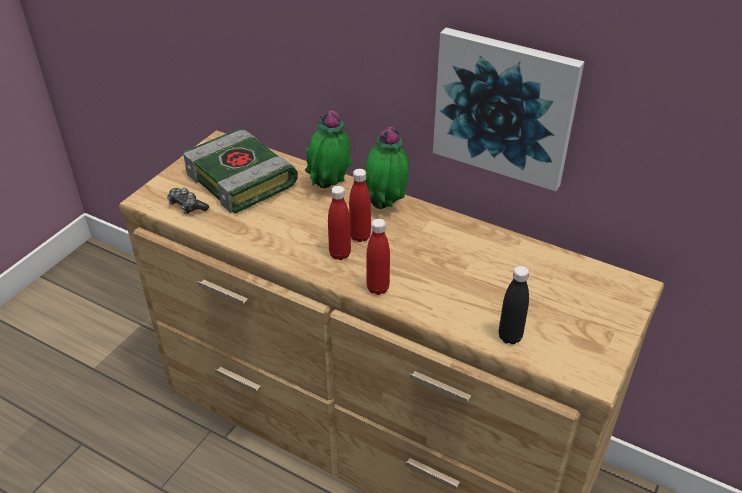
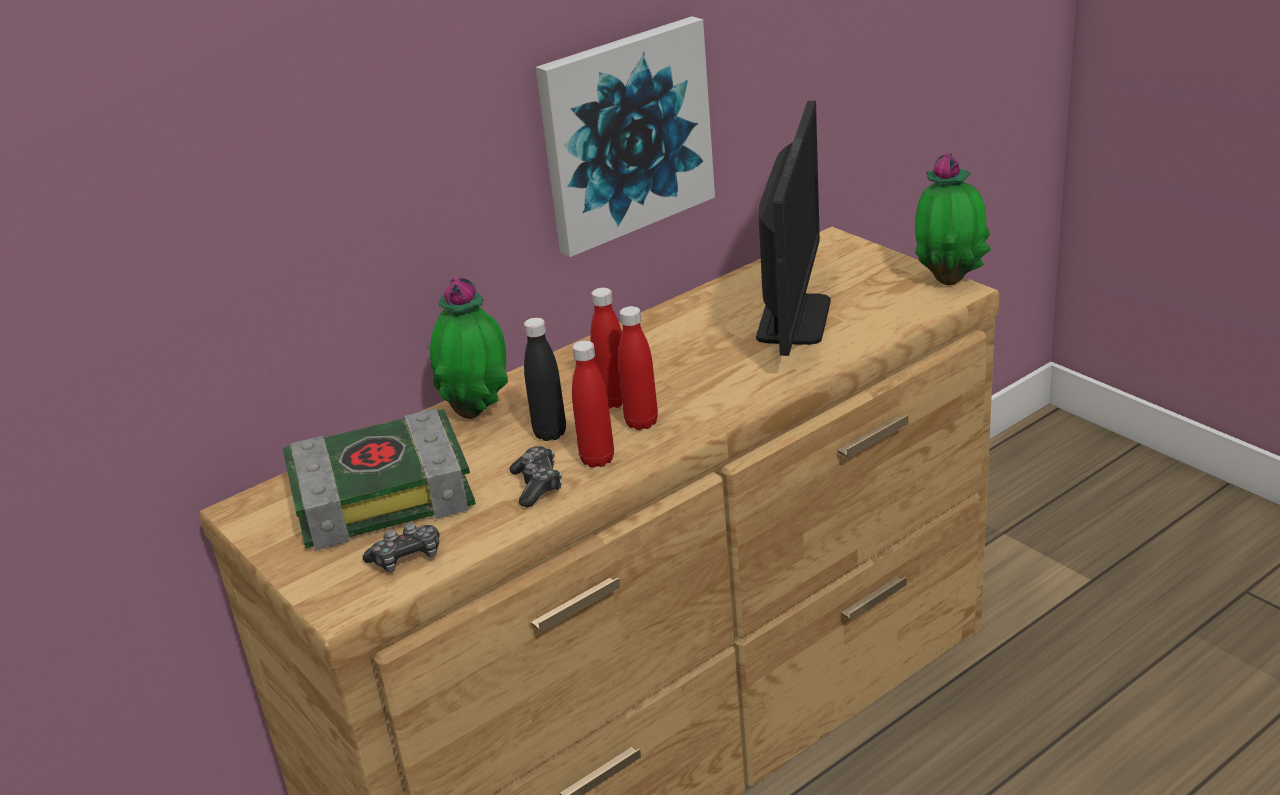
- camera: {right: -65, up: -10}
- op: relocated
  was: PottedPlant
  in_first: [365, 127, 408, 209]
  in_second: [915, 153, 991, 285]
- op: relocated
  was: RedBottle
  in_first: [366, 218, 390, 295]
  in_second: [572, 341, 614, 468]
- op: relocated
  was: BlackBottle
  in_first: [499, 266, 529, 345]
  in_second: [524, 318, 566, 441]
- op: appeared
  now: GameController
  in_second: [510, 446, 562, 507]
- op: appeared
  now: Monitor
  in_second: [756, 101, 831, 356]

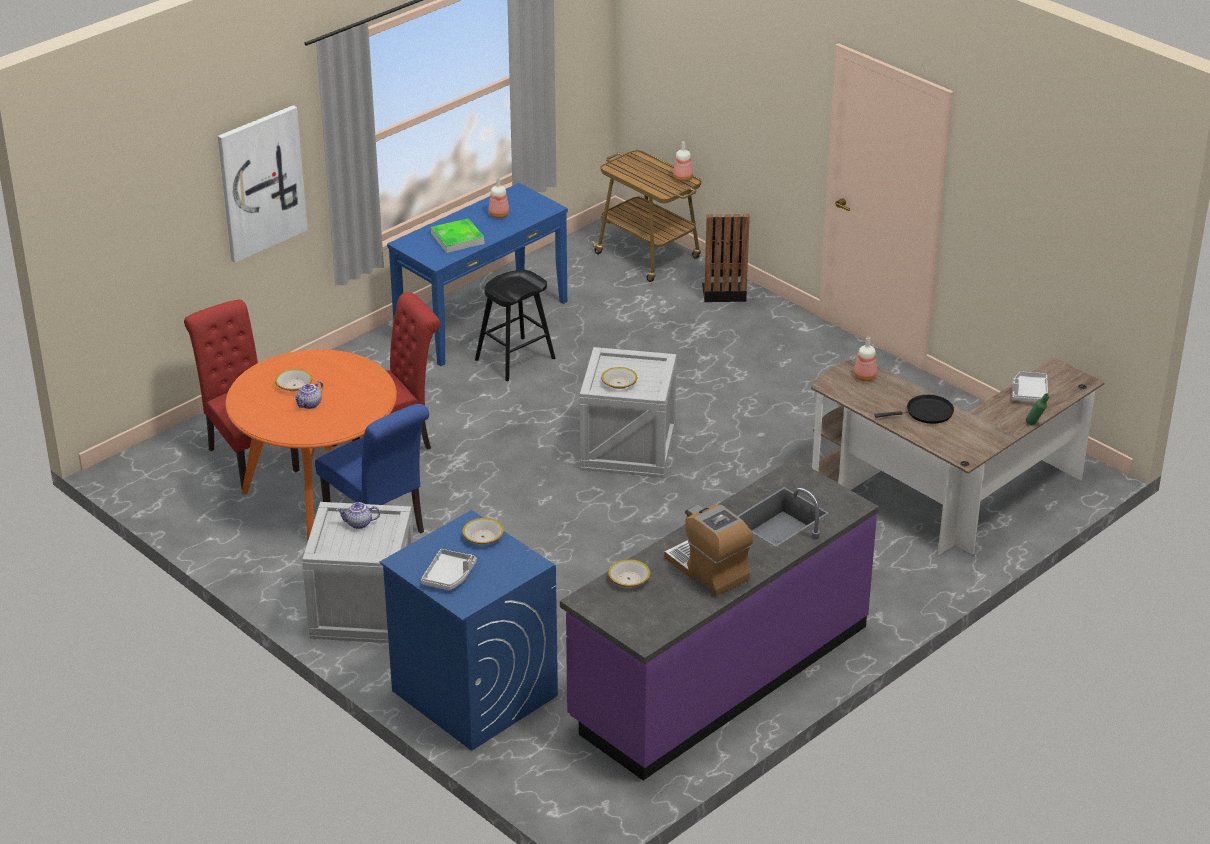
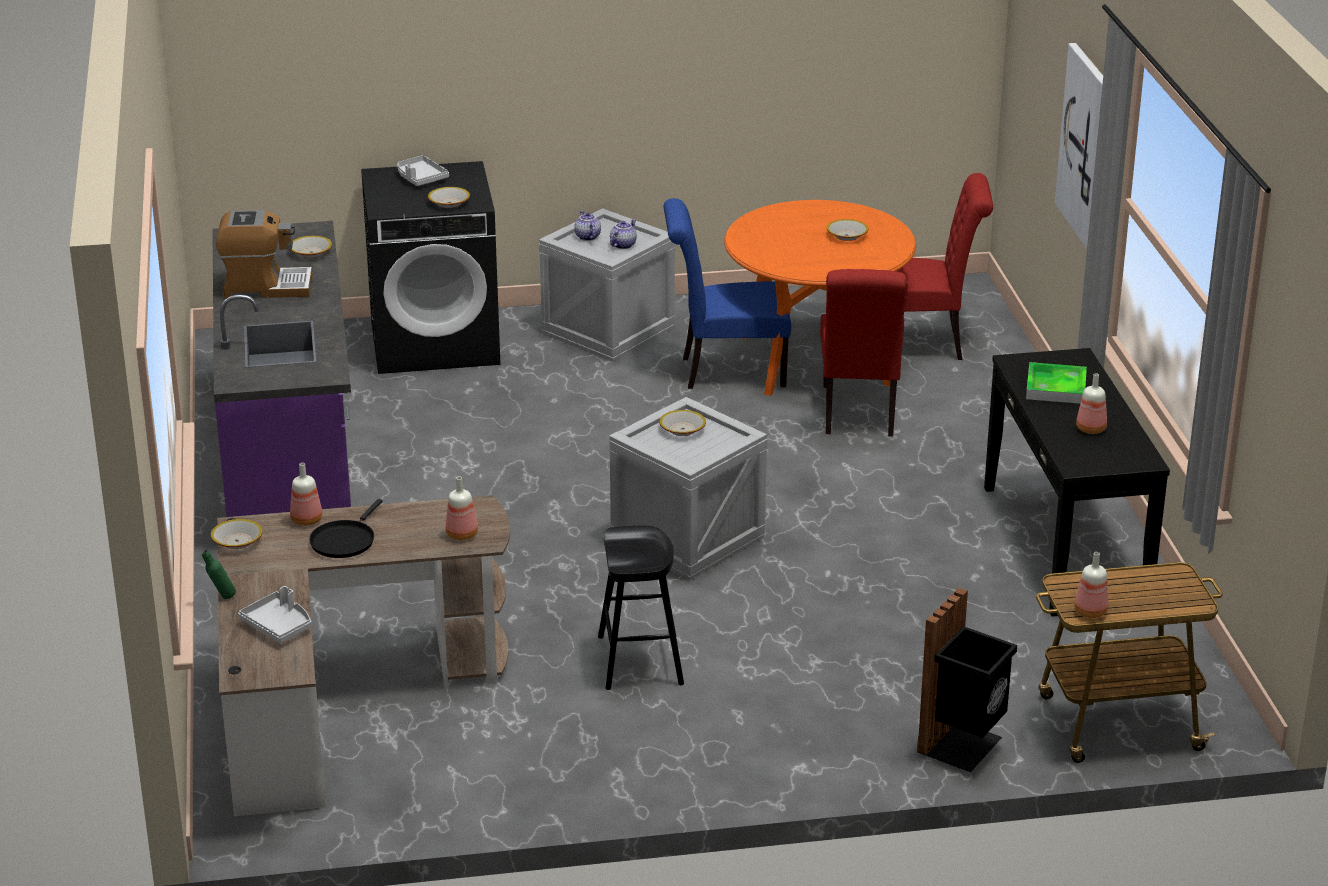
- camera: {right: 125, up: -5}
- op: relocated
  was: Teapot
  in_first: [294, 381, 323, 409]
  in_second: [574, 211, 601, 241]
- op: colour
  was: BlueWashingMachine
  now: BlackWashingMachine
  in_first: [380, 510, 558, 751]
  in_second: [361, 161, 500, 374]
- op: colour
  was: BlueConsoleTable
  now: BlackConsoleTable
  in_first: [387, 183, 568, 366]
  in_second: [984, 348, 1170, 617]
- op: relocated
  was: BlackStool
  in_first: [475, 270, 555, 381]
  in_second: [598, 526, 684, 690]
- op: appeared
  now: Bowl
  in_second: [211, 519, 263, 549]
- op: appeared
  now: Bottle
  in_second: [290, 463, 322, 526]

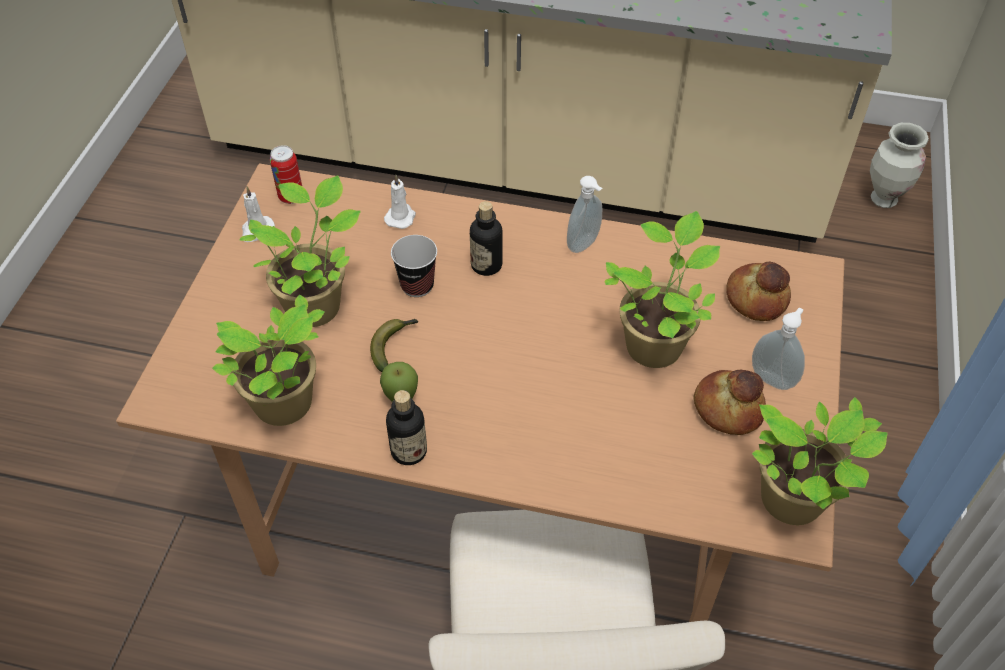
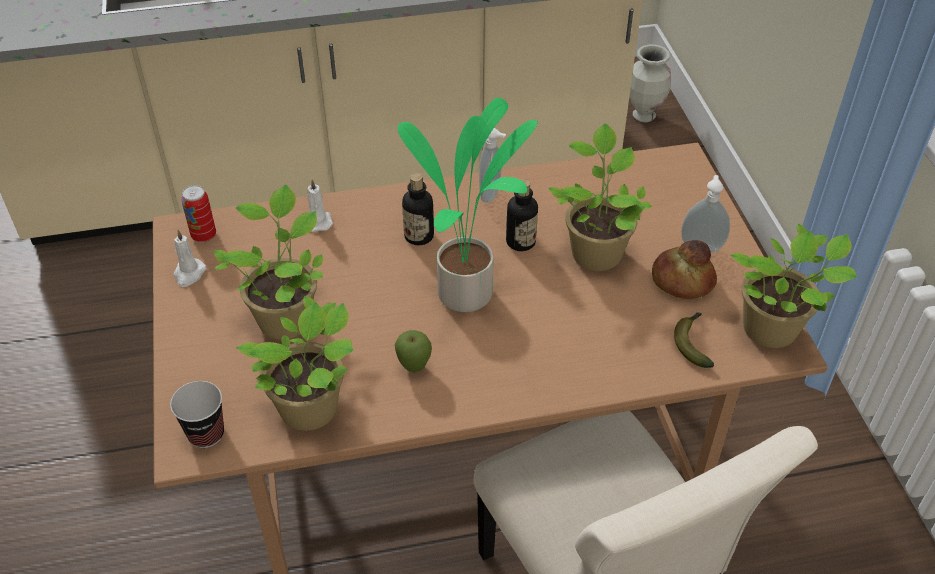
- camera: {right: -25, up: -5}
- op: relocated
  was: Banana
  in_first: [370, 319, 418, 372]
  in_second: [674, 312, 714, 368]
- op: relocated
  was: Bottle
  in_first: [386, 390, 427, 465]
  in_second: [506, 179, 538, 251]
- op: relocated
  was: Cup
  in_first: [391, 235, 437, 297]
  in_second: [170, 381, 224, 448]
- op: missing
  was: Bread
  in_first: [726, 262, 791, 321]
- op: appeared
  now: PottedPlant
  in_second: [398, 98, 538, 312]

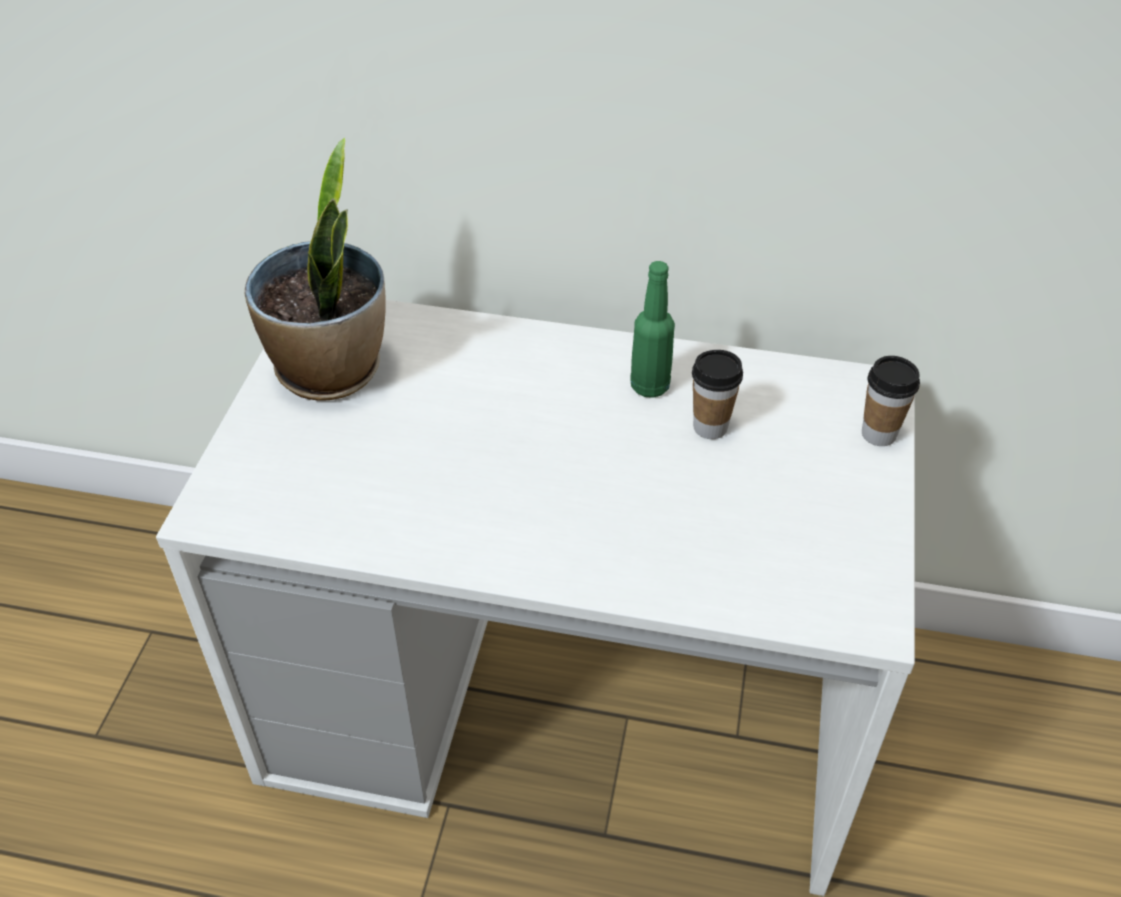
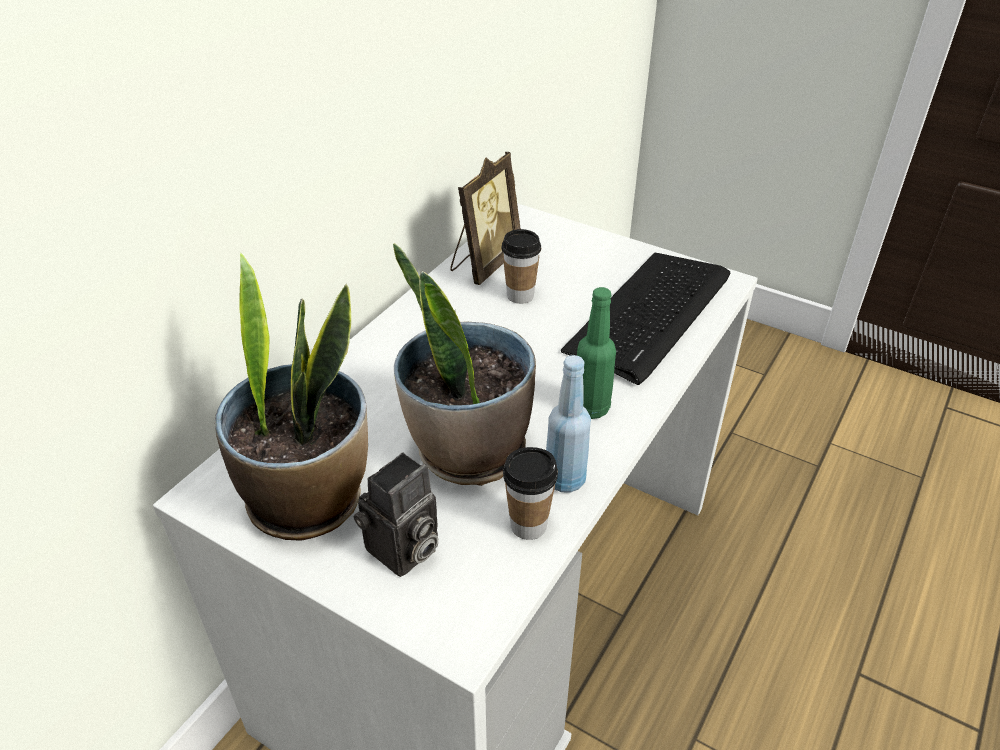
- camera: {right: -70, up: -5}
- op: relocated
  was: GreenBottle
  in_first: [630, 261, 675, 398]
  in_second: [577, 287, 616, 419]
- op: relocated
  was: Cup
  in_first: [862, 356, 920, 446]
  in_second: [503, 447, 558, 540]
- op: appeared
  now: PhotoCamera
  in_second: [353, 453, 438, 577]
- op: appeared
  now: PottedPlant
  in_second: [393, 243, 536, 486]
- op: appeared
  now: PictureFrame
  in_second: [450, 152, 521, 285]
- op: appeared
  now: BlueBottle
  in_second: [546, 355, 591, 493]
- op: appeared
  now: Keyboard
  in_second: [561, 253, 730, 385]

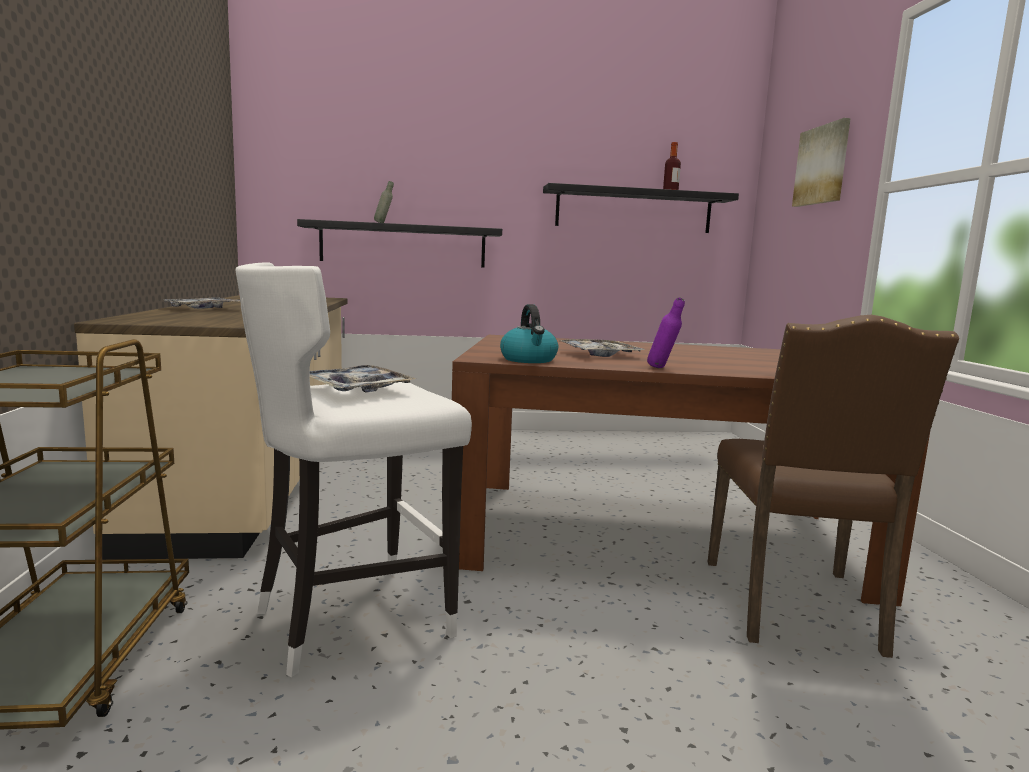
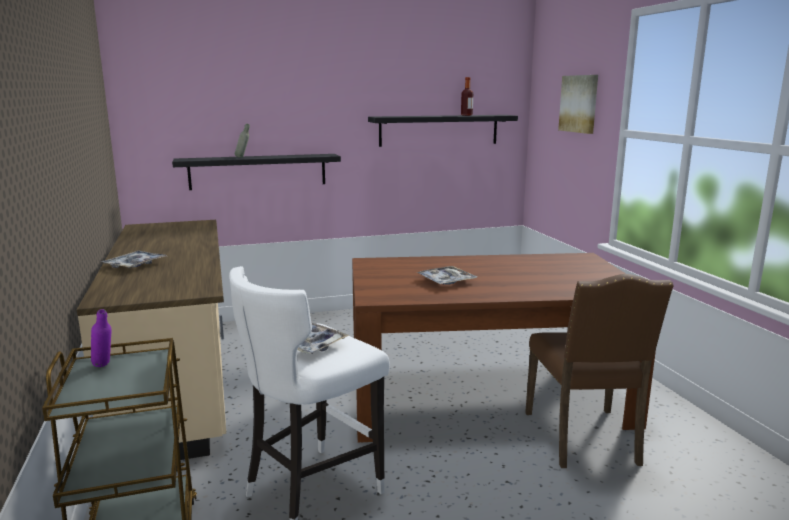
- camera: {right: -10, up: 5}
- op: missing
  was: Kettle
  in_first: [500, 304, 558, 363]
- op: relocated
  was: PurpleBottle
  in_first: [647, 298, 685, 368]
  in_second: [91, 309, 111, 367]

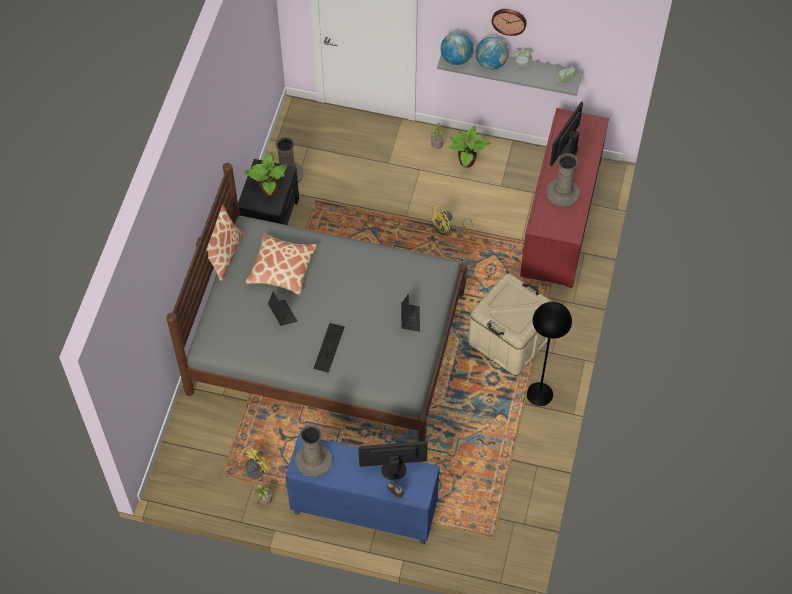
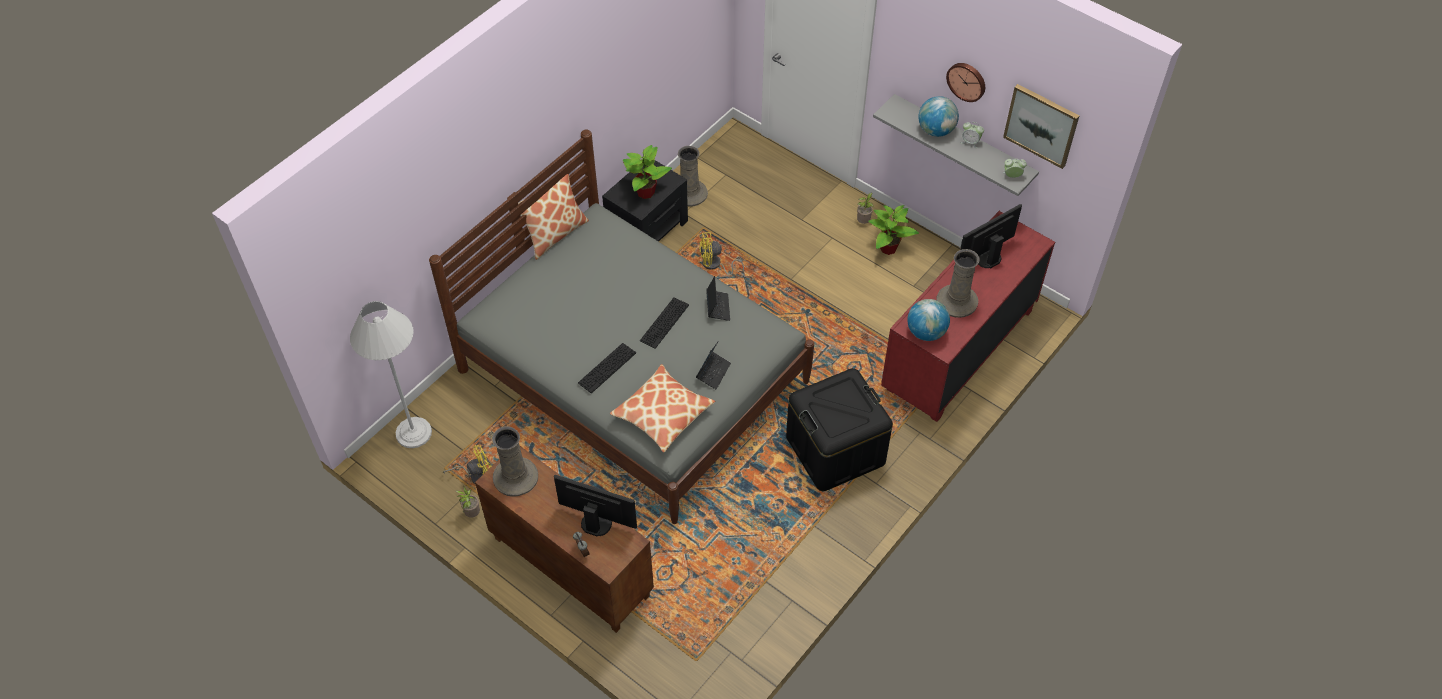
- camera: {right: 25, up: -5}
- op: relocated
  was: Pillow
  in_first: [245, 233, 317, 295]
  in_second: [610, 364, 715, 453]
- op: relocated
  was: Laptop
  in_first: [268, 292, 297, 326]
  in_second: [706, 276, 730, 321]
- op: colour
  was: BlueCabinet
  now: BrownCabinet
  in_first: [285, 434, 440, 544]
  in_second: [475, 446, 654, 633]
- op: relocated
  was: YellowFan
  in_first: [429, 205, 473, 235]
  in_second: [699, 232, 744, 276]
- op: relocated
  was: Globe
  in_first: [441, 32, 473, 65]
  in_second: [907, 299, 950, 341]
- op: colour
  was: BeigeStorageBox
  now: BlackStorageBox
  in_first: [468, 273, 553, 375]
  in_second: [786, 368, 893, 491]
- op: missing
  was: BlackFloorLamp
  in_first: [527, 302, 572, 406]
- op: appeared
  now: WhiteFloorLamp
  in_second: [350, 301, 432, 448]
- op: appeared
  now: Keyboard
  in_second: [640, 297, 689, 349]
- op: appeared
  now: Picture
  in_second: [1003, 84, 1079, 169]

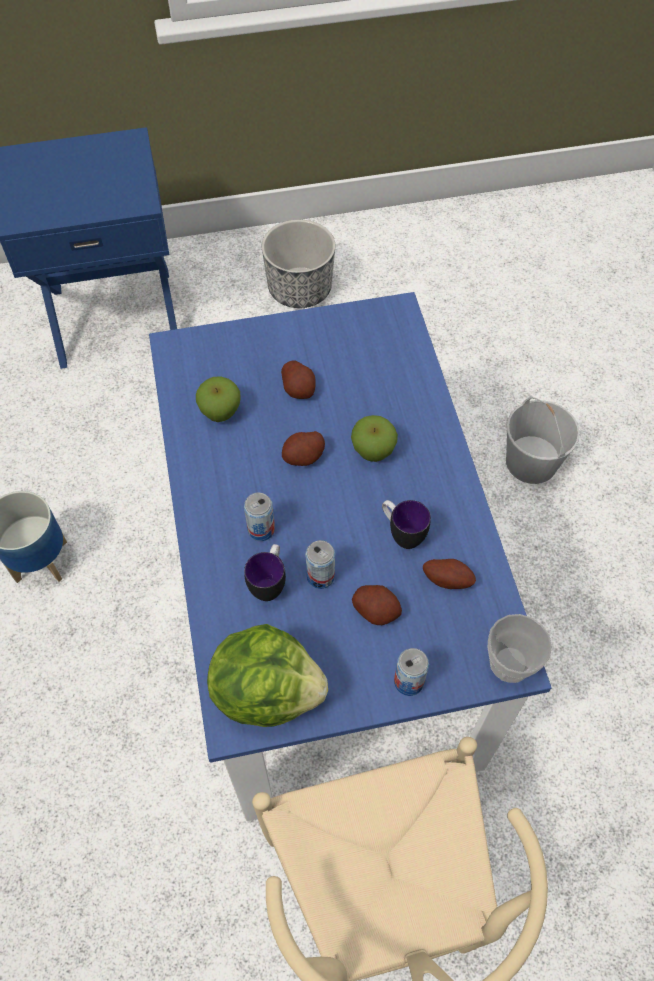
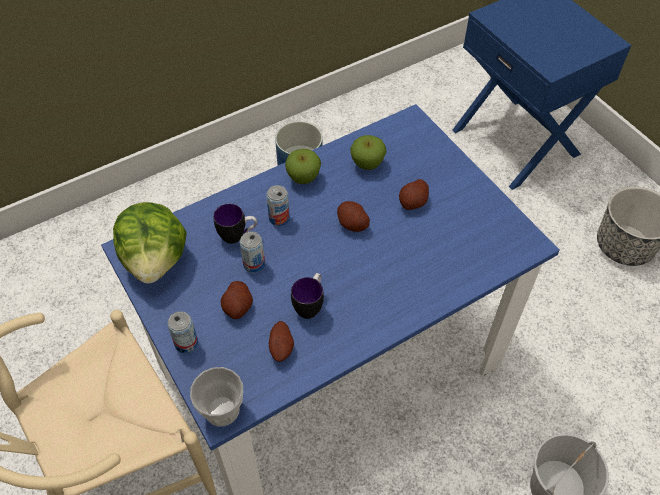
- camera: {right: 70, up: -5}
- op: relocated
  was: Apple
  in_first: [351, 415, 398, 462]
  in_second: [285, 149, 321, 184]

